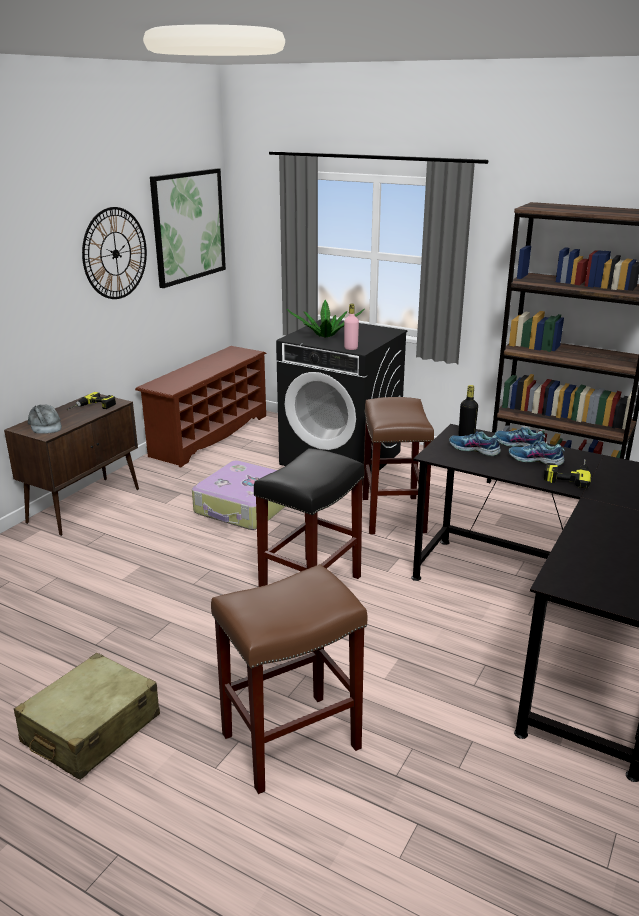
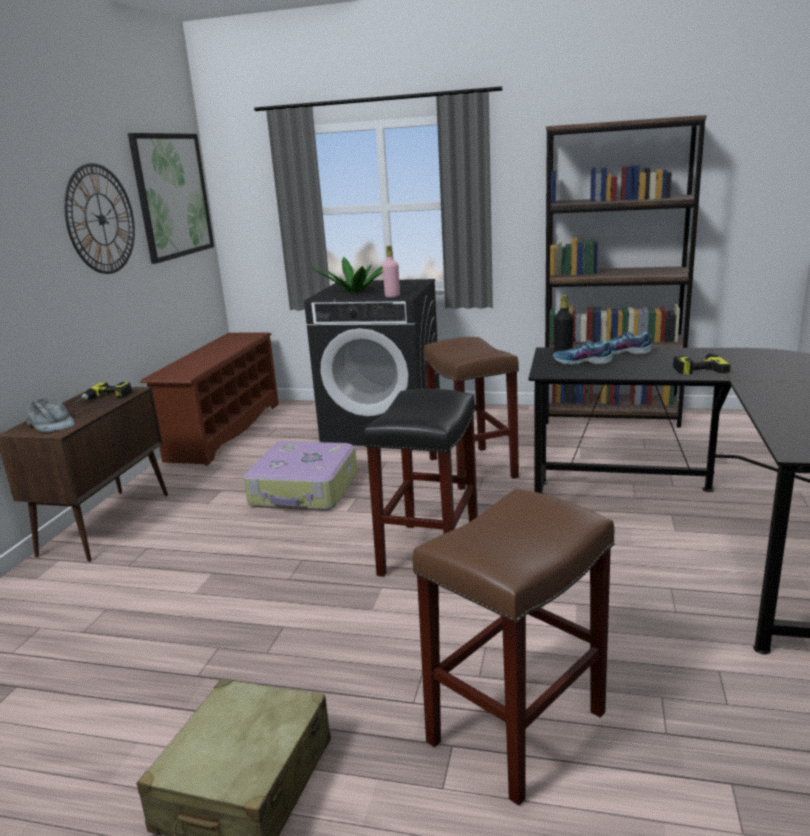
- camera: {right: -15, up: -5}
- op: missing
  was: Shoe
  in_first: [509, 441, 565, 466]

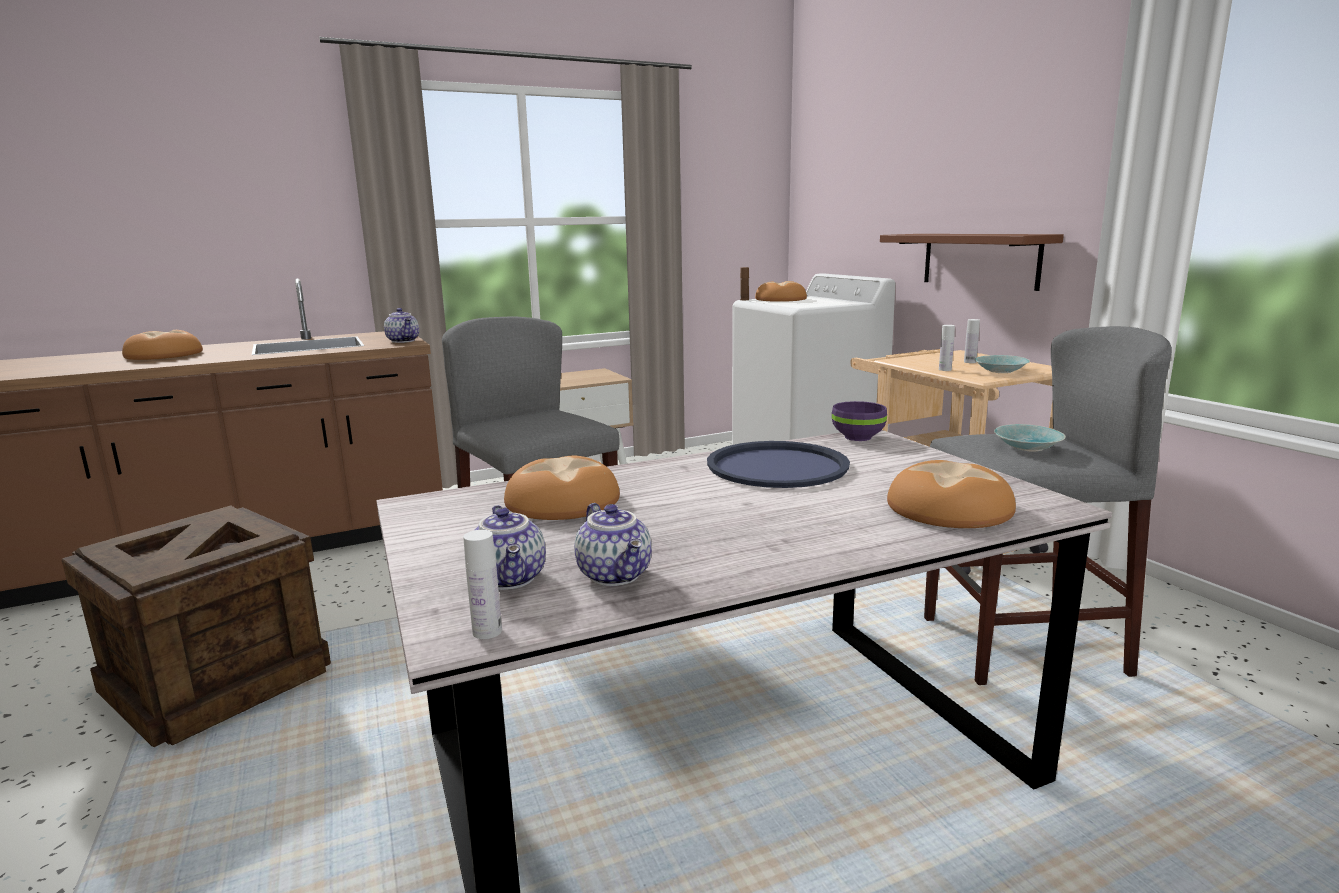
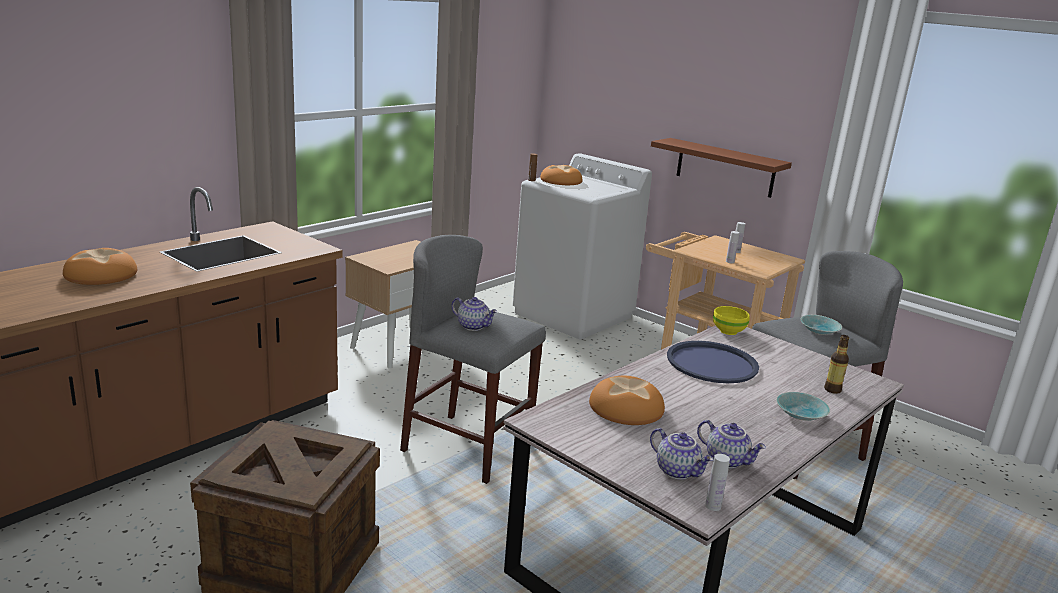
- camera: {right: -25, up: 5}
- op: relocated
  was: Teapot
  in_first: [384, 308, 419, 343]
  in_second: [452, 297, 497, 331]
- op: colour
  was: PurpleBowl
  now: YellowBowl
  in_first: [832, 401, 887, 441]
  in_second: [713, 306, 749, 335]
- op: exchanged
  was: Bread
  now: Bottle
  in_first: [887, 460, 1016, 528]
  in_second: [824, 335, 849, 394]
- op: relocated
  was: TurquoiseBowl
  in_first: [974, 355, 1030, 373]
  in_second: [776, 392, 830, 421]

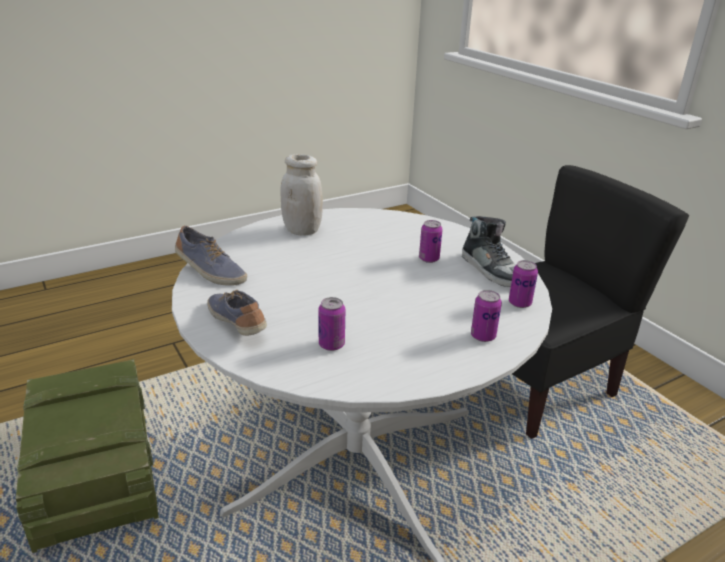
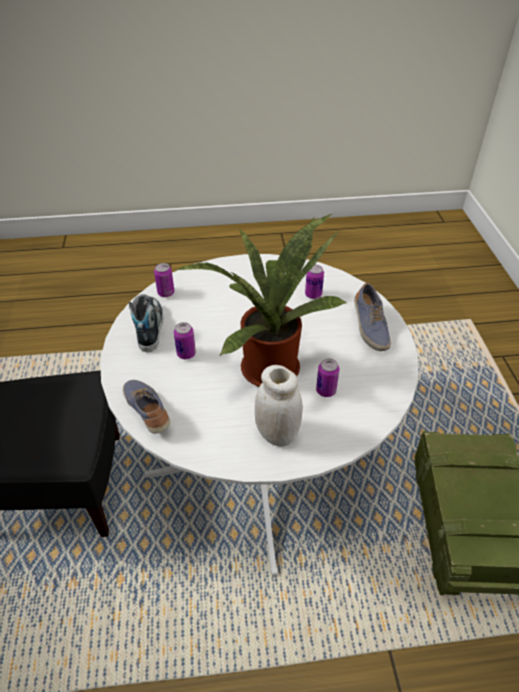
- camera: {right: -155, up: 15}
- op: relocated
  was: Shoe
  in_first: [175, 226, 247, 286]
  in_second: [123, 380, 170, 434]
- op: relocated
  was: Can
  in_first: [471, 290, 502, 342]
  in_second: [316, 358, 339, 397]
- op: appeared
  now: PottedPlant
  in_second: [174, 213, 348, 387]

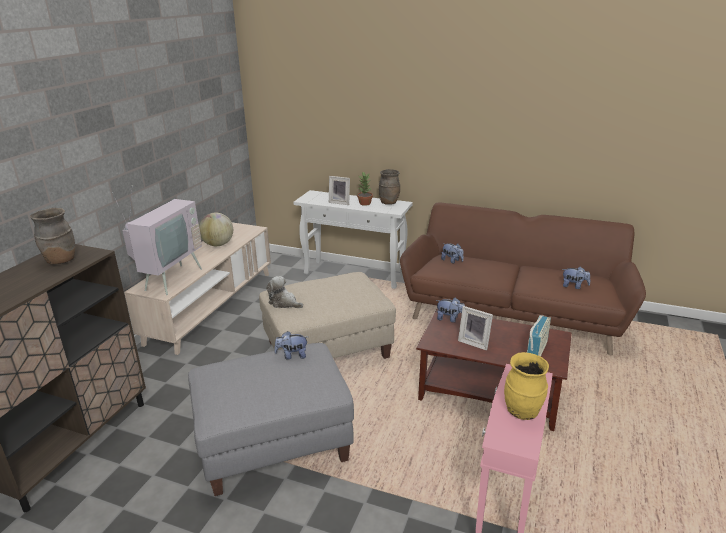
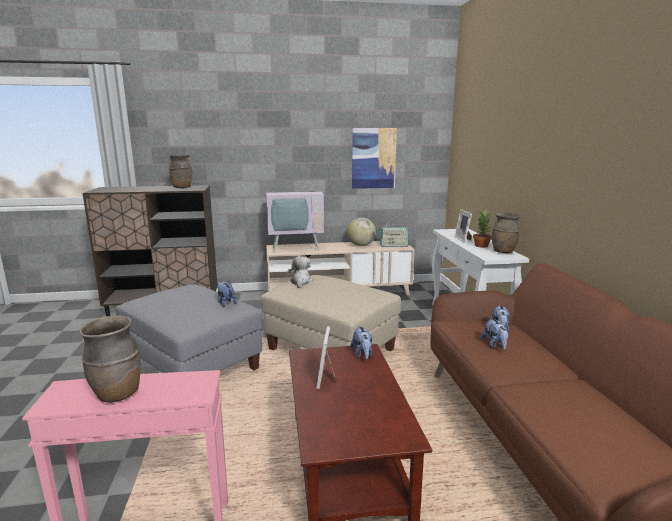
- camera: {right: 60, up: -10}
- op: colour
  was: YellowVase
  now: BrownVase
  in_first: [504, 352, 549, 420]
  in_second: [80, 316, 141, 403]
- op: relocated
  was: Radio
  in_first: [527, 315, 551, 357]
  in_second: [380, 223, 409, 247]
- op: relocated
  was: PlushToy
  in_first: [562, 267, 590, 289]
  in_second: [481, 318, 508, 350]
- op: appeared
  now: Picture
  in_second: [352, 128, 397, 189]

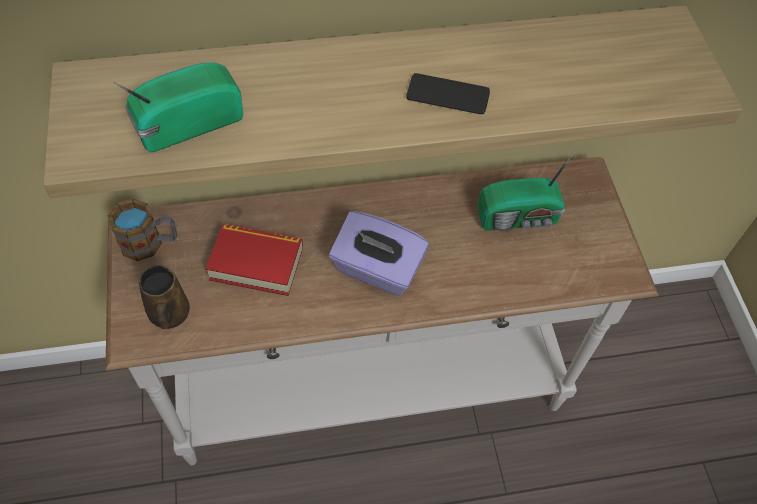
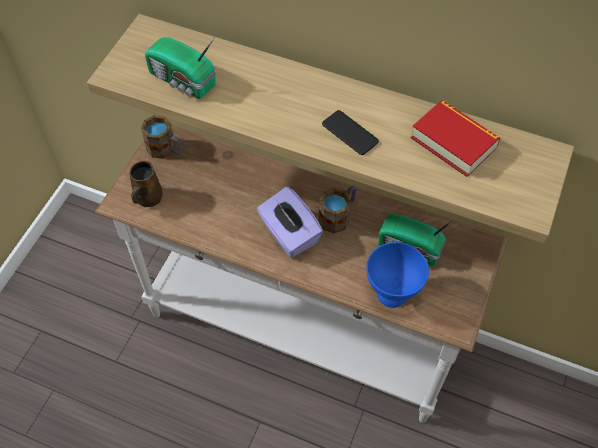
- camera: {right: 35, up: 0}
- op: spun
  was: Radio
  in_first: [114, 62, 243, 152]
  in_second: [145, 36, 216, 99]
  clockwise: -150
- op: relocated
  was: Book
  in_first: [206, 224, 303, 296]
  in_second: [411, 100, 500, 177]
- op: appeared
  now: Mug
  in_second: [318, 186, 357, 233]
- op: appeared
  now: BlueBowl
  in_second: [366, 242, 429, 308]

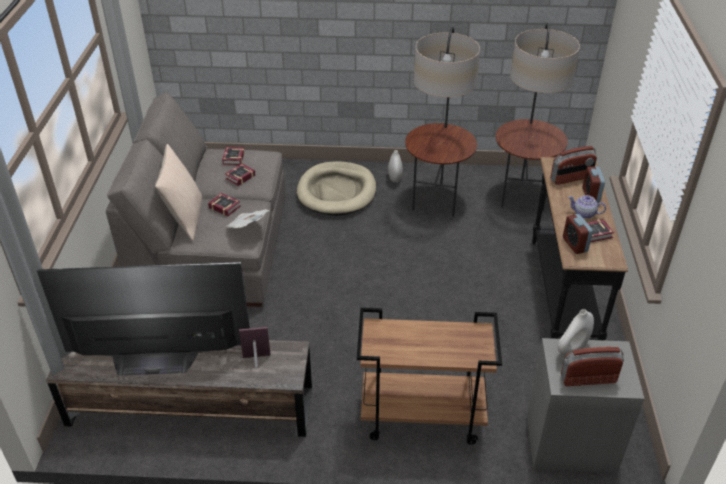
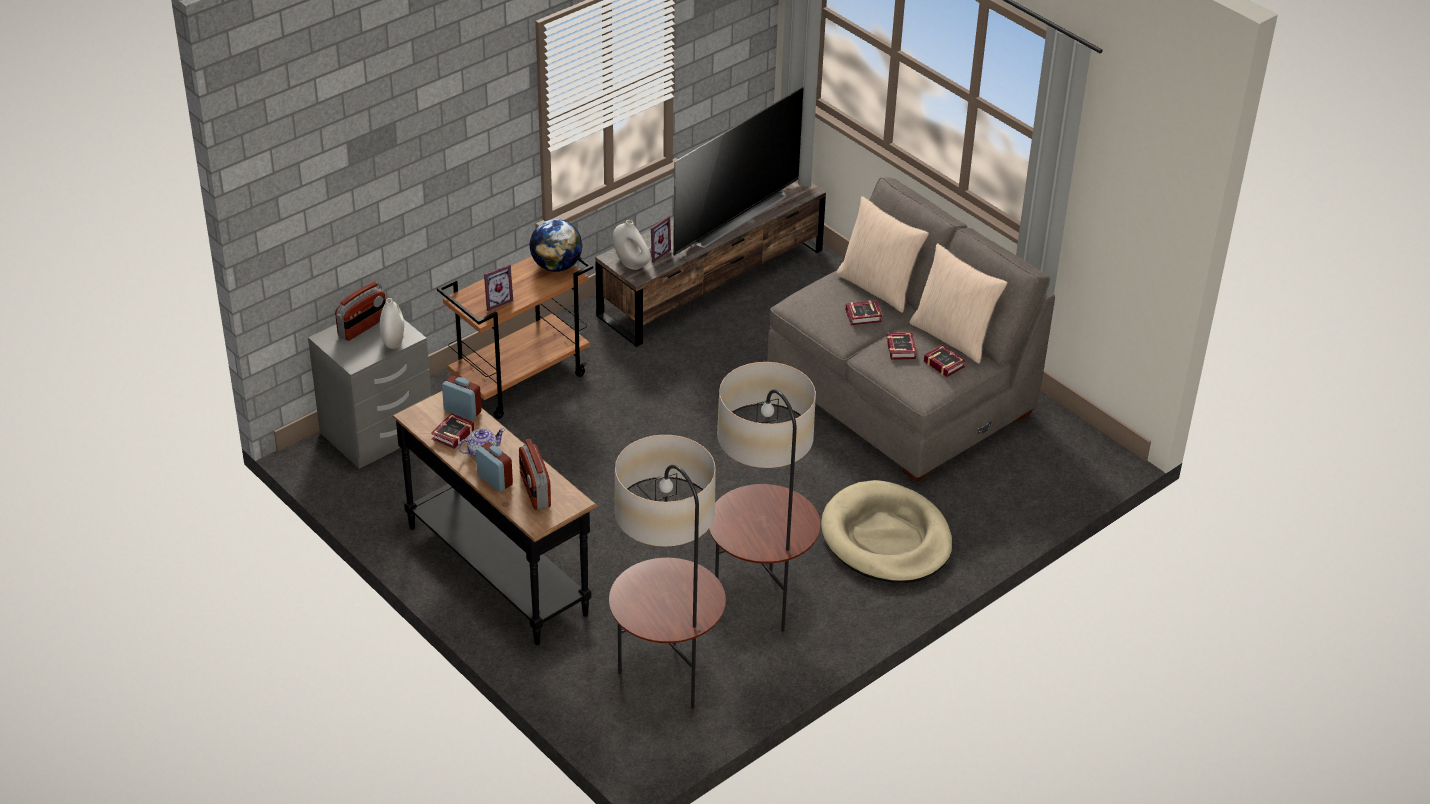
- camera: {right: 135, up: 0}
- op: missing
  was: Newspaper
  in_first: [225, 209, 269, 228]
- op: relocated
  was: WhiteVase
  in_first: [388, 150, 403, 183]
  in_second: [613, 220, 651, 270]
- op: spun
  was: Radio
  in_first: [551, 146, 597, 185]
  in_second: [519, 439, 551, 510]
  clockwise: -45
- op: appeared
  now: PictureFrame
  in_second: [484, 264, 513, 311]
- op: appeared
  now: Globe
  in_second: [529, 219, 583, 272]
- op: appeared
  now: BeigePillow
  in_second: [909, 243, 1008, 364]

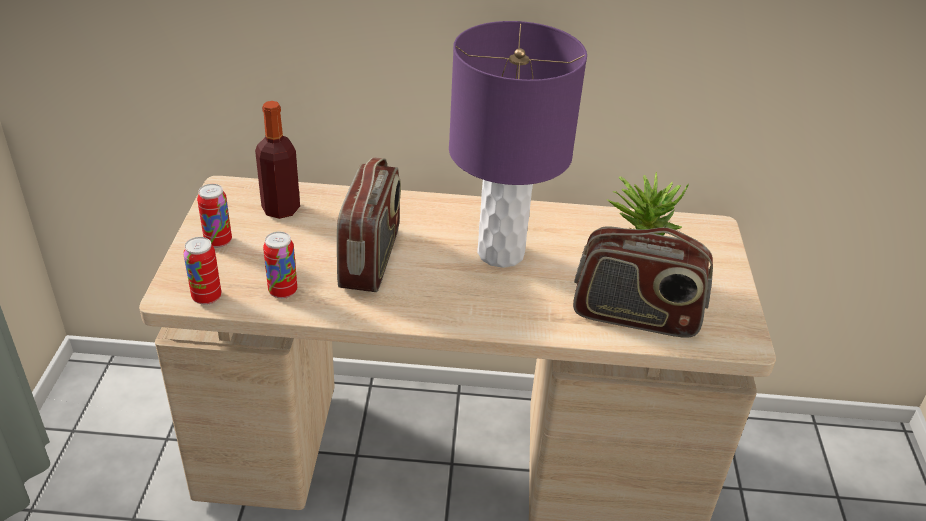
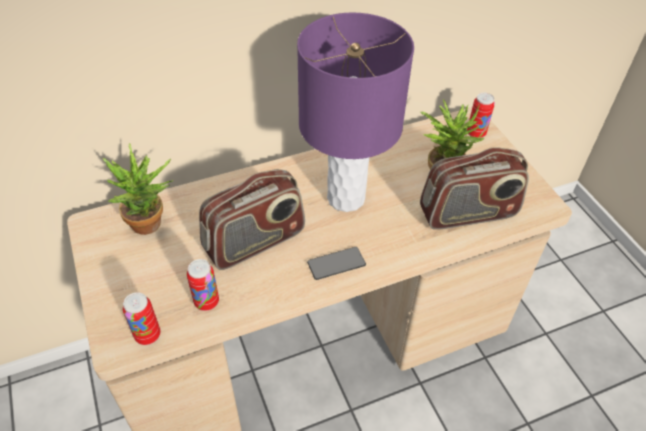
- camera: {right: -25, up: 10}
- op: relocated
  was: Can
  in_first: [197, 184, 232, 248]
  in_second: [467, 93, 495, 138]
- op: exchanged
  was: Bottle
  now: PottedPlant
  in_first: [255, 101, 300, 219]
  in_second: [103, 143, 173, 235]
- op: spun
  was: Radio
  in_first: [337, 157, 401, 292]
  in_second: [199, 169, 305, 270]
  clockwise: 75
- op: appeared
  now: Phone
  in_second: [307, 247, 366, 280]

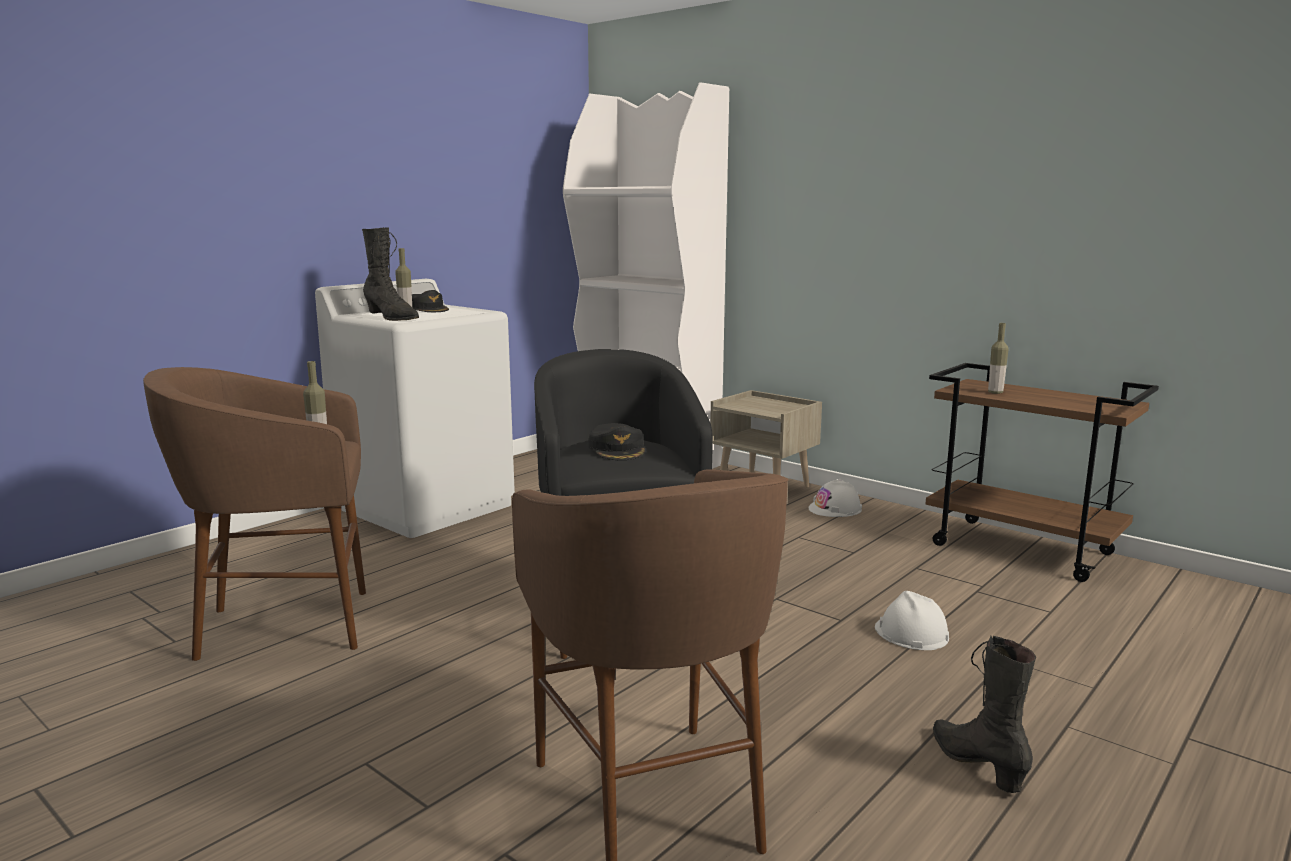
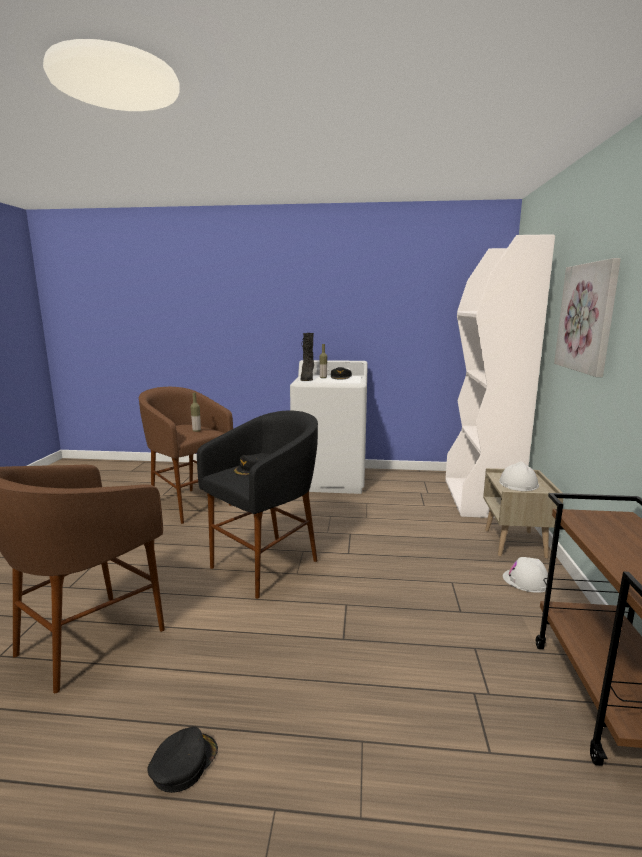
- camera: {right: 55, up: 0}
- op: relocated
  was: WhiteHardHat
  in_first: [875, 591, 949, 650]
  in_second: [499, 461, 539, 491]
- op: exchanged
  was: BlackBoot
  now: BlackCap
  in_first: [933, 635, 1036, 793]
  in_second: [147, 726, 218, 793]
- op: missing
  was: Bottle
  in_first: [988, 323, 1009, 394]
- op: appeared
  now: Picture
  in_second: [554, 258, 621, 377]

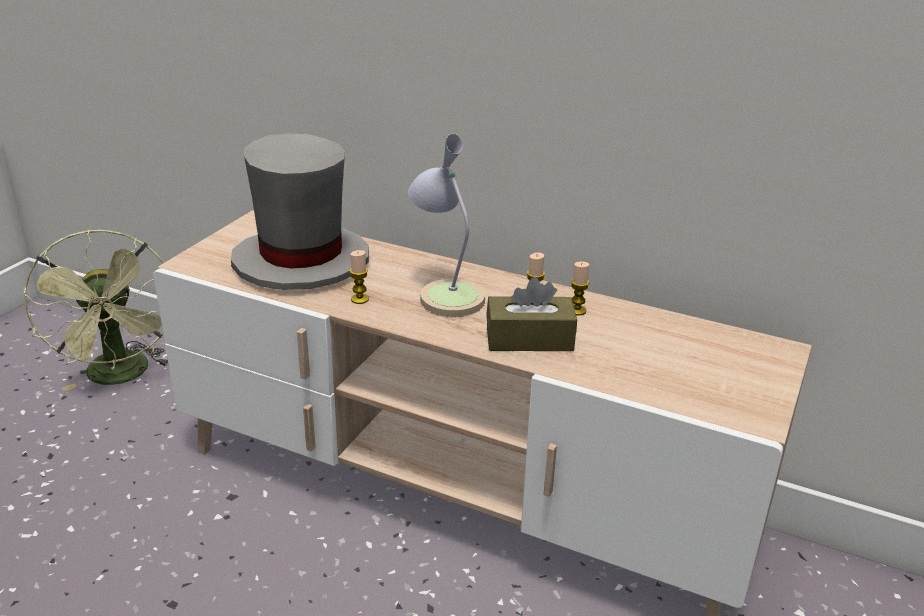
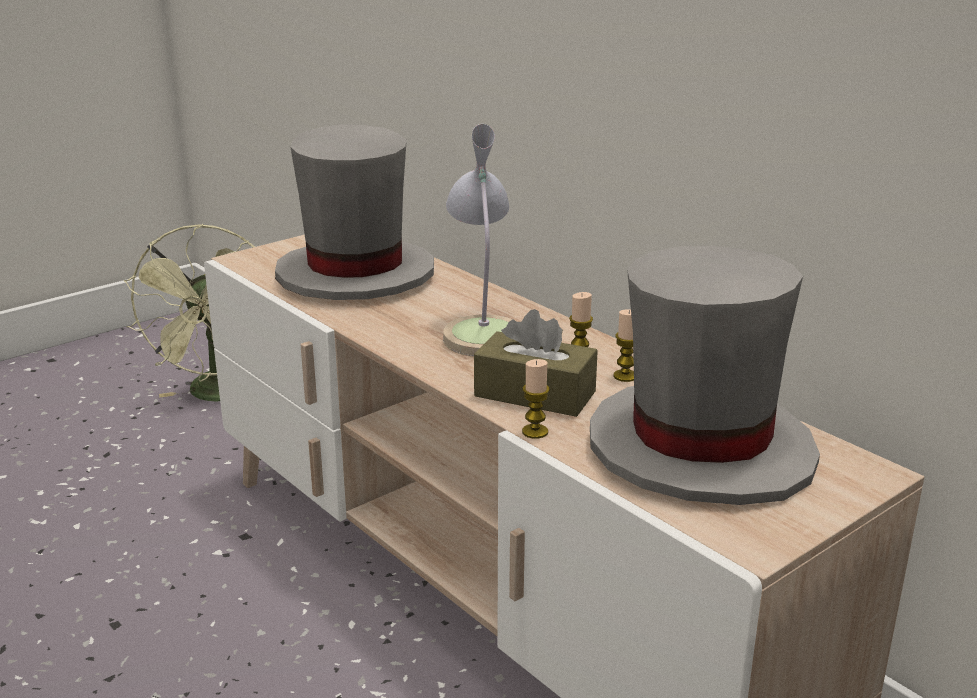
- camera: {right: 25, up: -5}
- op: relocated
  was: Candle
  in_first: [350, 250, 369, 304]
  in_second: [522, 359, 550, 439]
- op: appeared
  now: GreyHat
  in_second: [590, 246, 820, 505]

